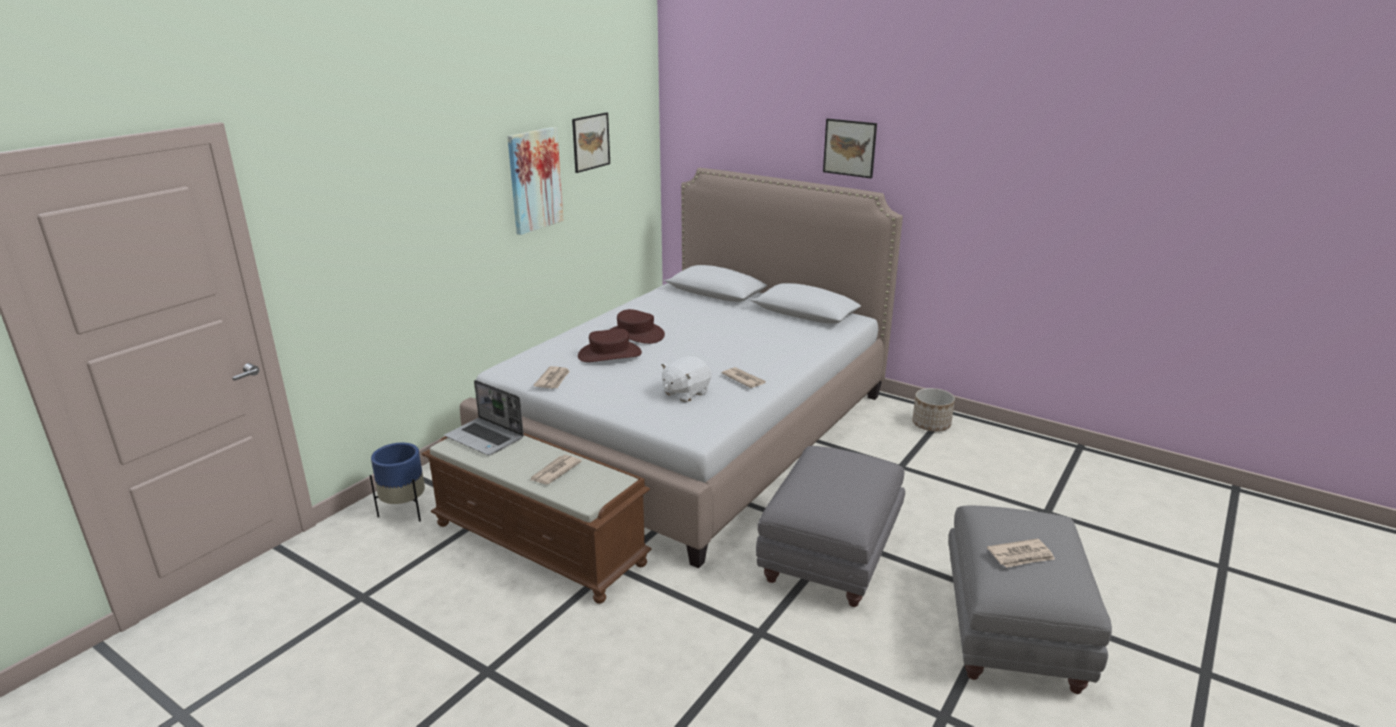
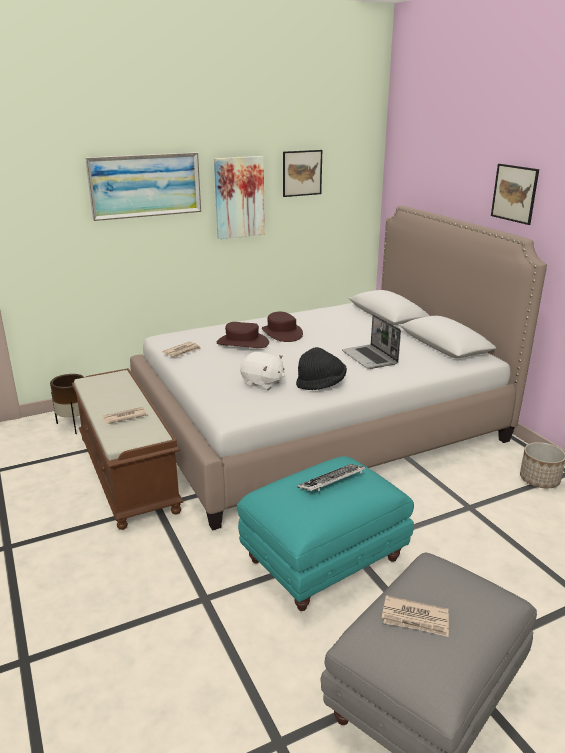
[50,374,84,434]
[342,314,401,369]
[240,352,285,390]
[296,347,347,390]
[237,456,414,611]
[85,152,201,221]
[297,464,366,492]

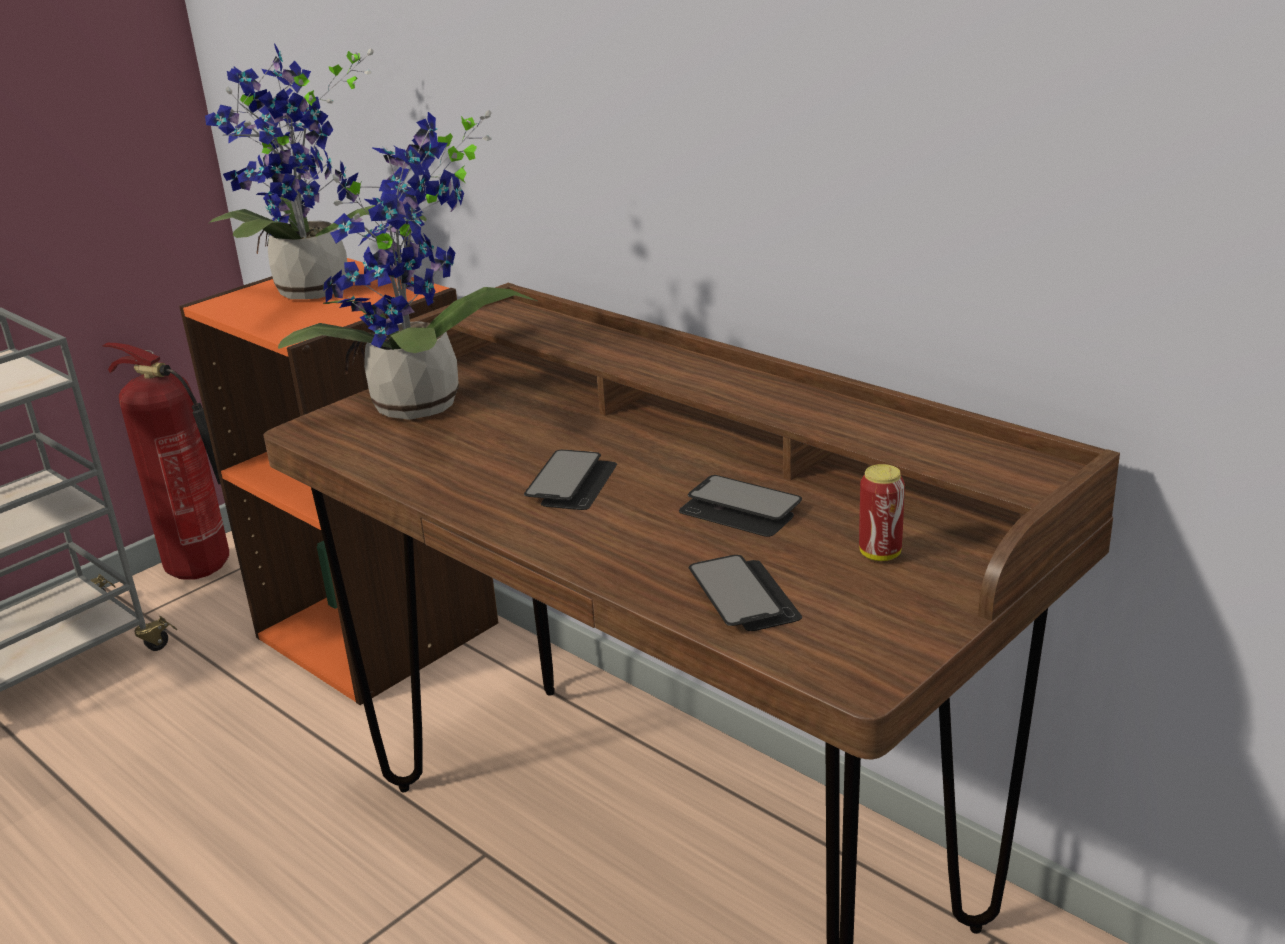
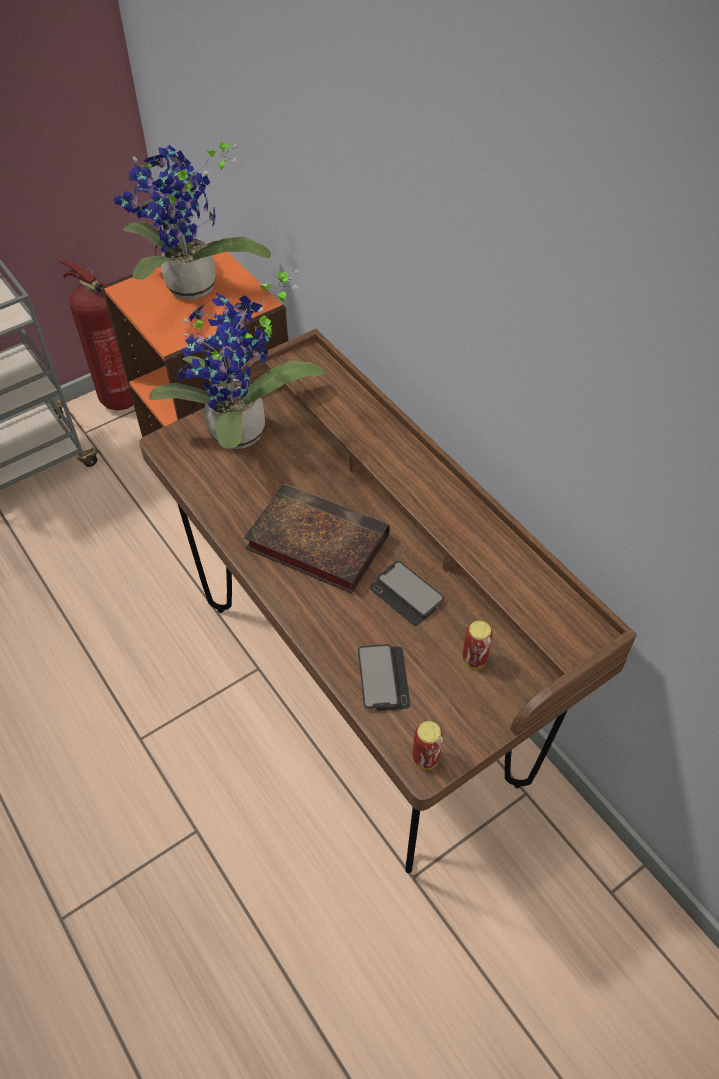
[244,483,390,593]
[412,721,443,770]

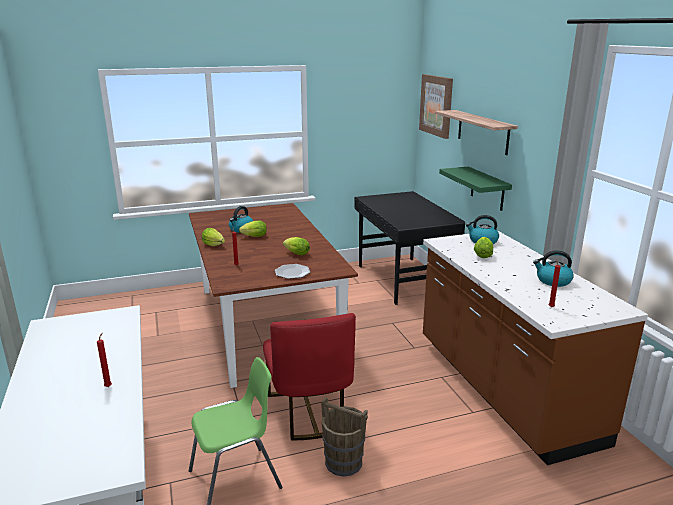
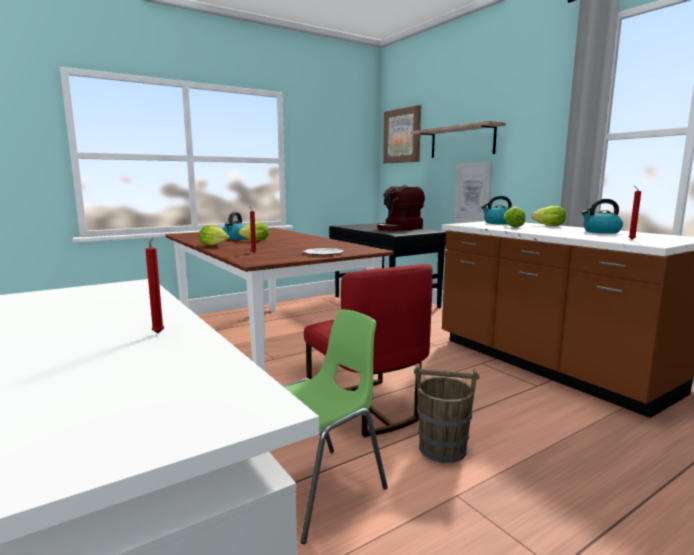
[531,206,566,226]
[454,162,492,223]
[377,185,425,231]

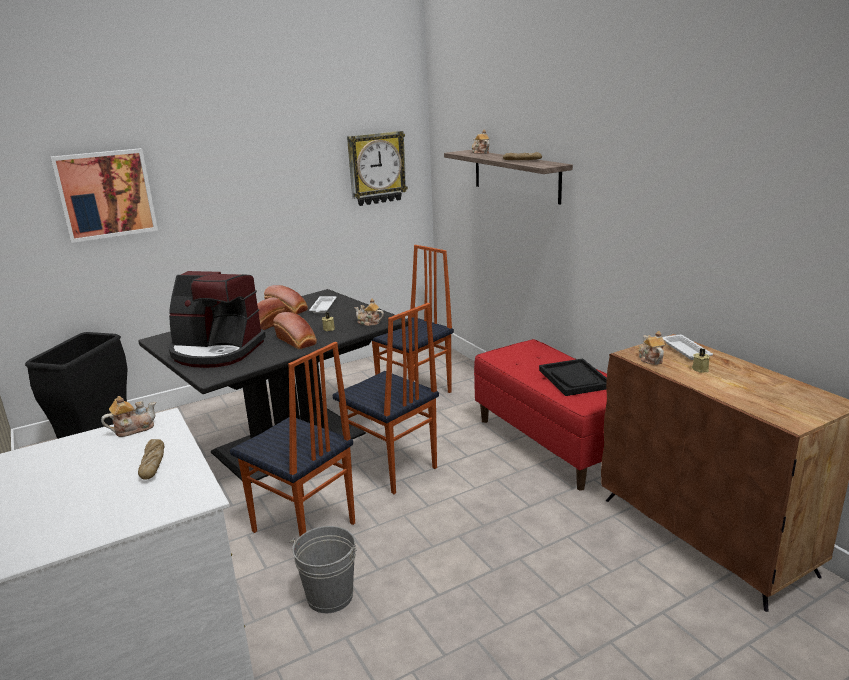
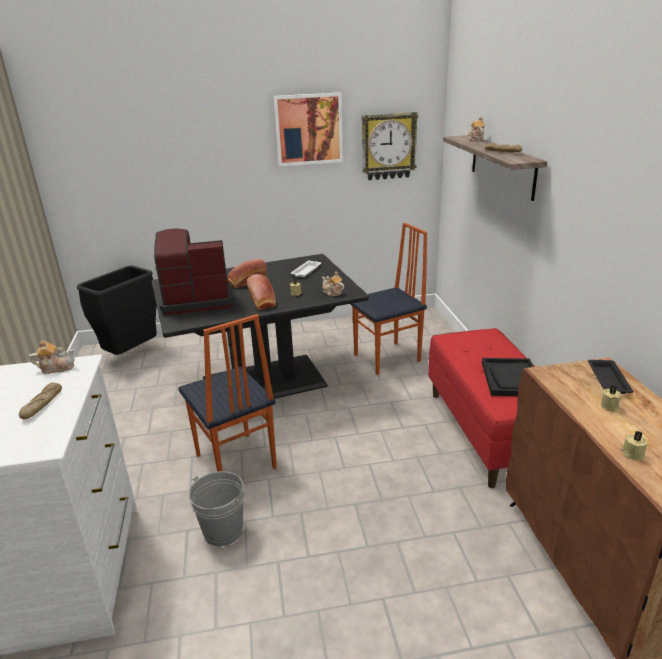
[274,92,343,166]
[154,228,234,315]
[264,285,308,315] (first image)
[333,303,439,494] (first image)
[639,331,665,365] (first image)
[588,360,633,394]
[621,431,648,460]

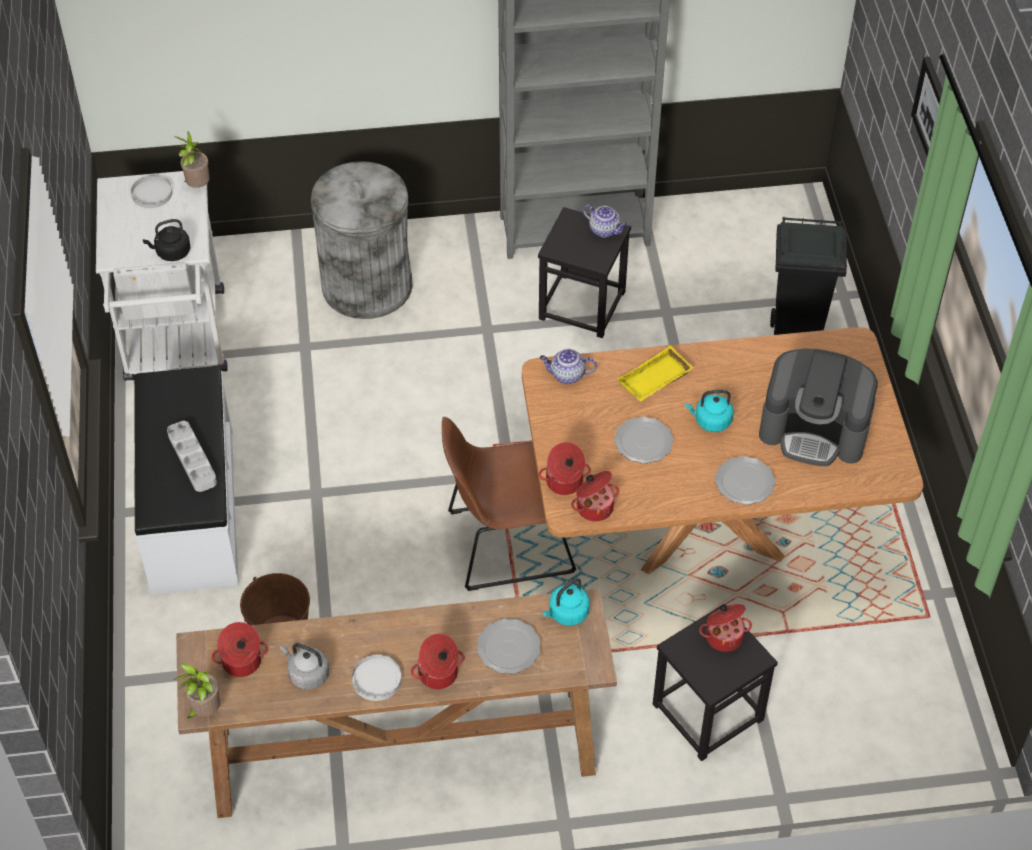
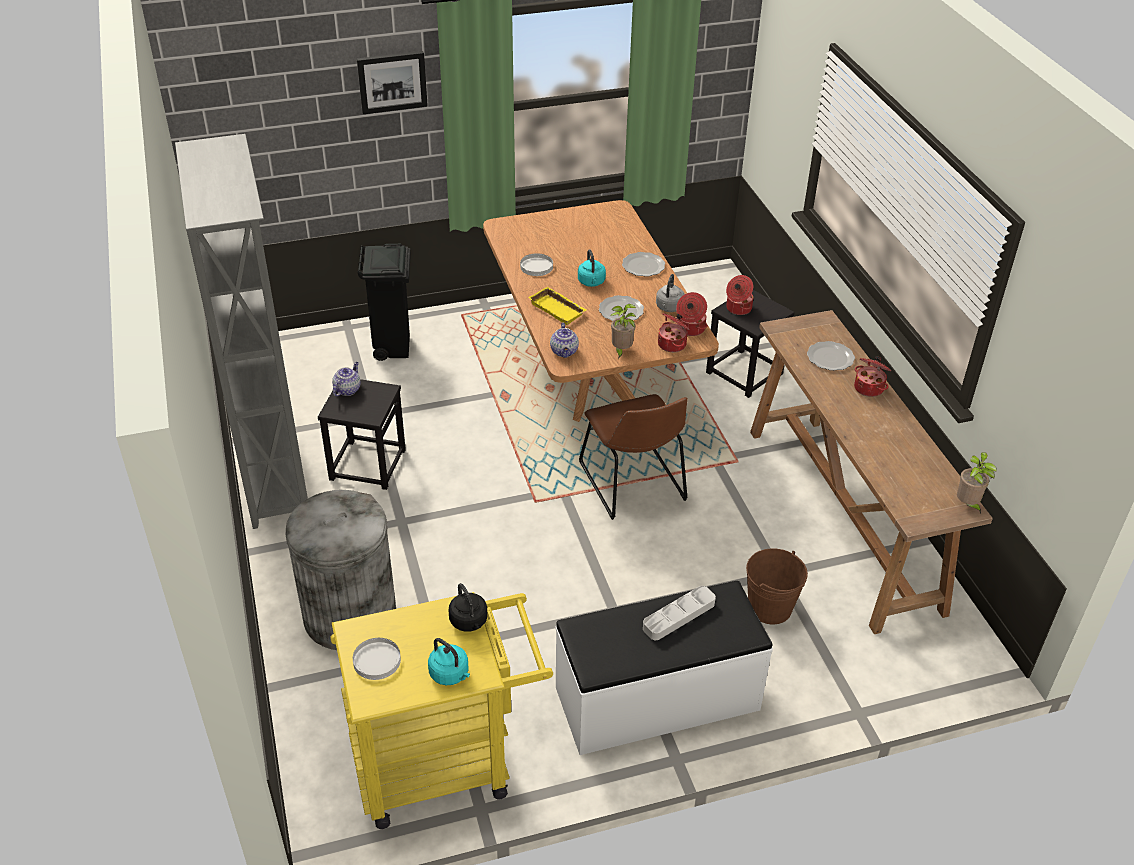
[330,592,553,829]
[611,304,637,359]
[212,622,268,677] (first image)
[656,274,685,312]
[520,253,553,276]
[428,638,470,685]
[759,349,878,466] (first image)

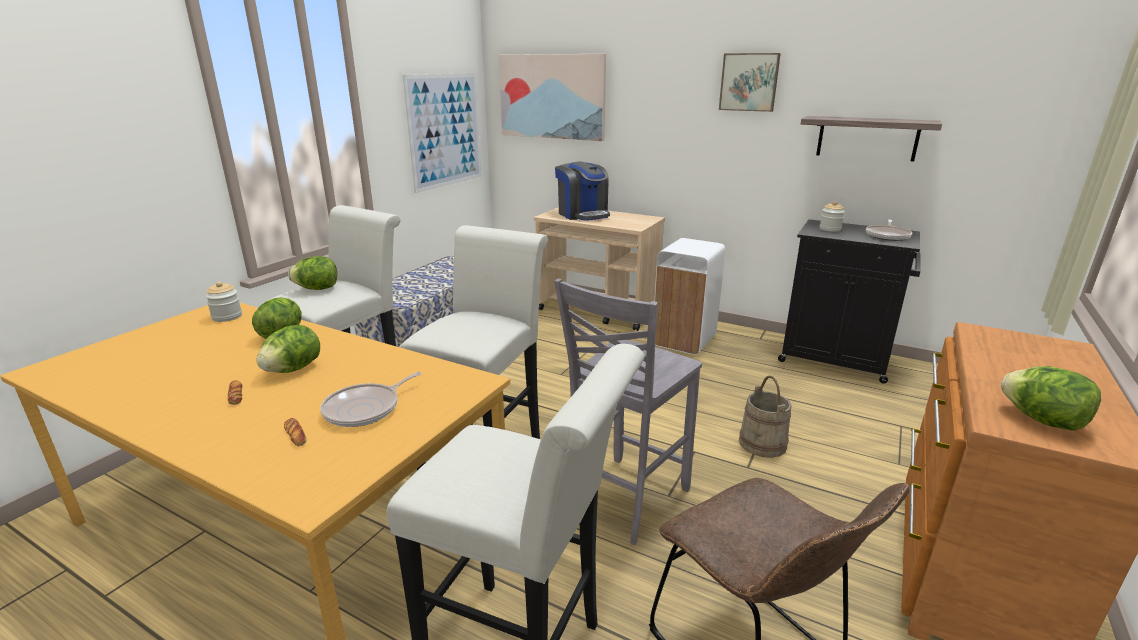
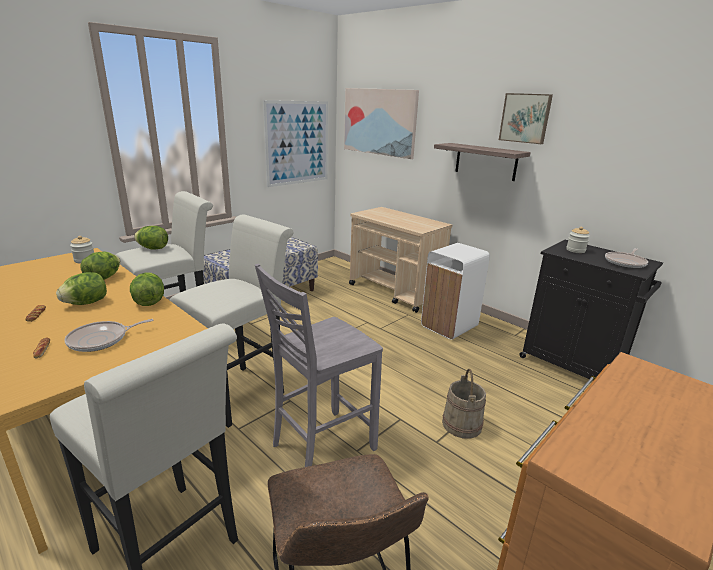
[555,161,610,221] (first image)
[434,143,531,181]
[130,272,164,306]

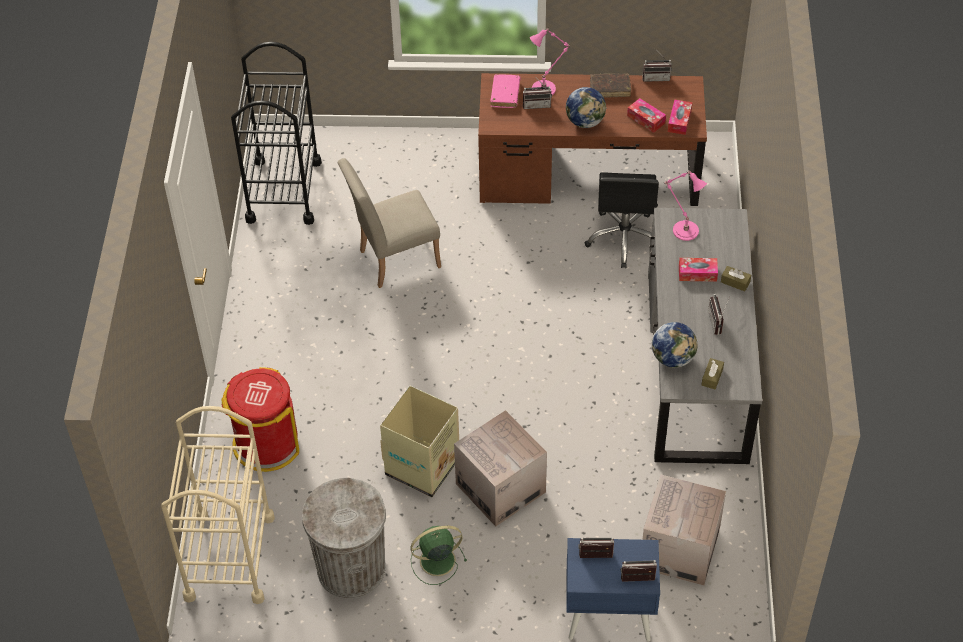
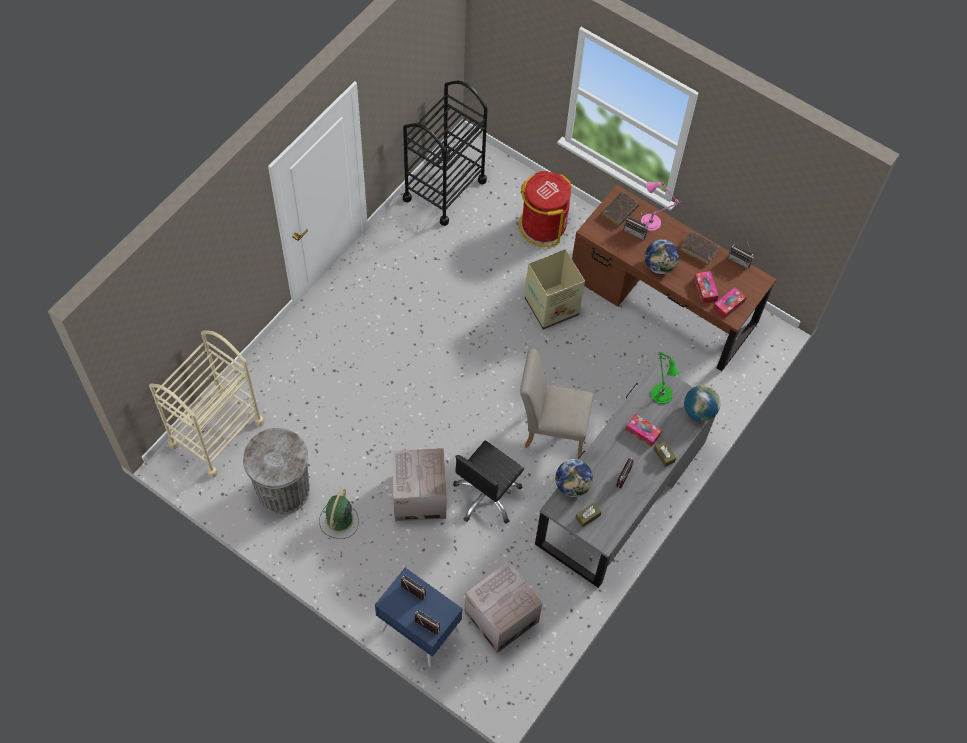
[519,171,572,247]
[520,349,593,458]
[525,249,585,330]
[319,488,359,539]
[602,192,639,226]
[453,440,524,524]
[651,352,680,404]
[684,385,721,421]

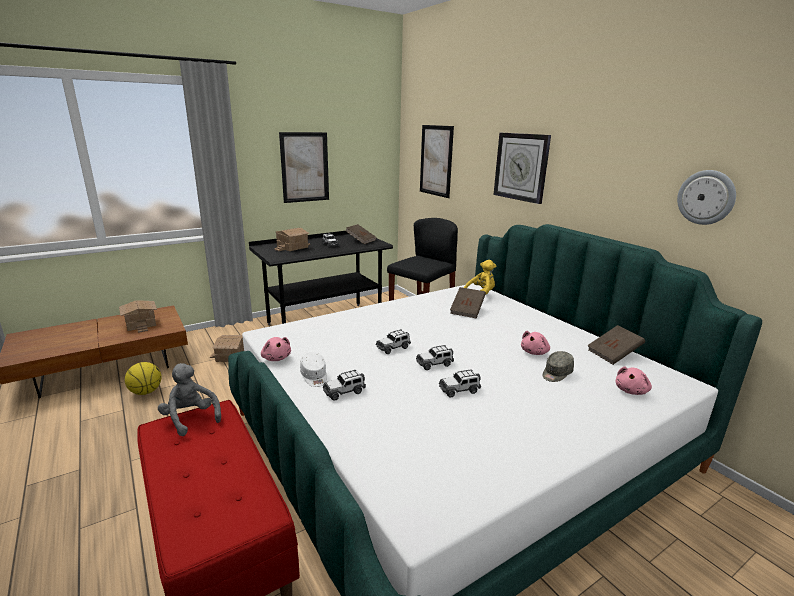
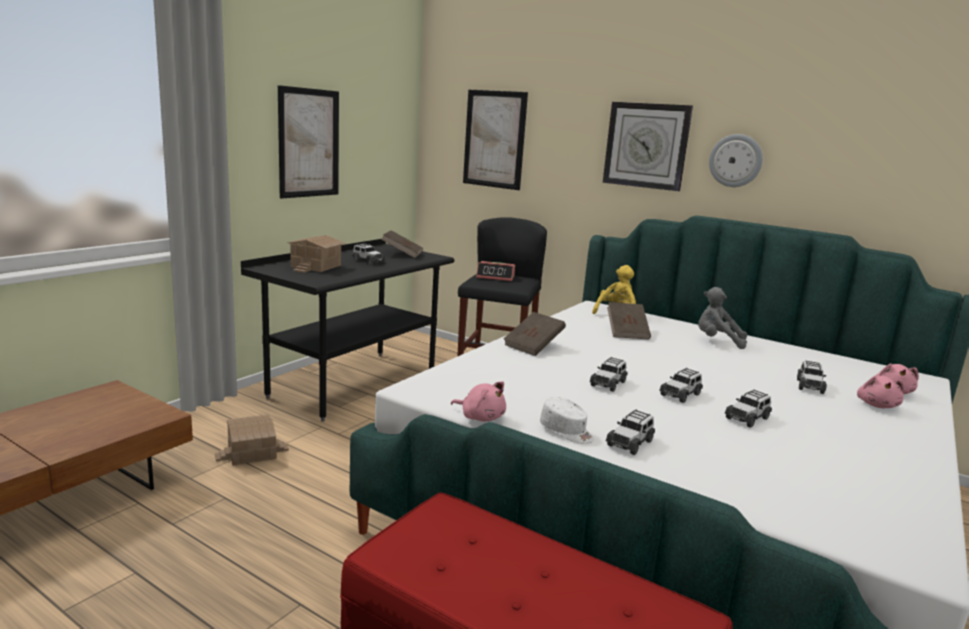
[119,300,157,333] (first image)
[125,362,162,395] (first image)
[698,287,747,349]
[857,375,905,408]
[797,360,827,394]
[504,312,566,356]
[709,134,763,187]
[476,261,515,281]

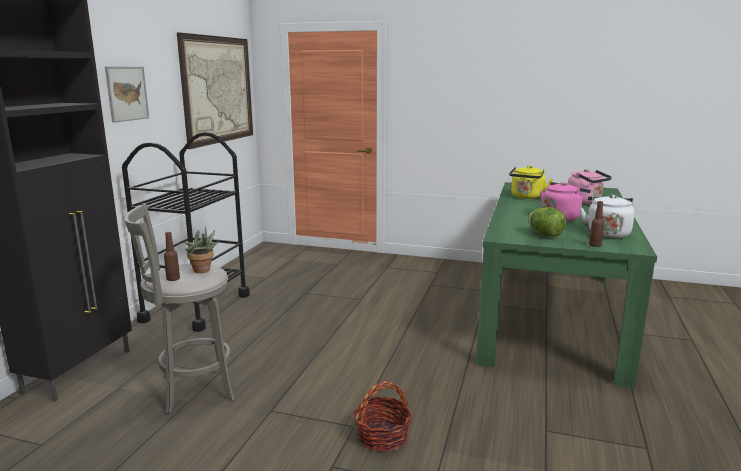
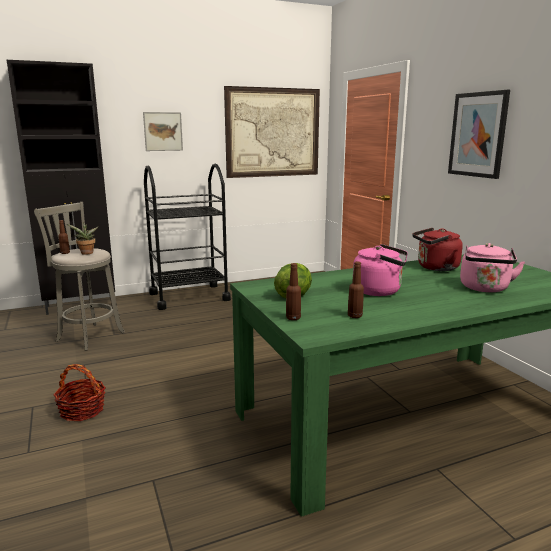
[412,228,463,271]
[348,262,364,318]
[448,90,510,179]

